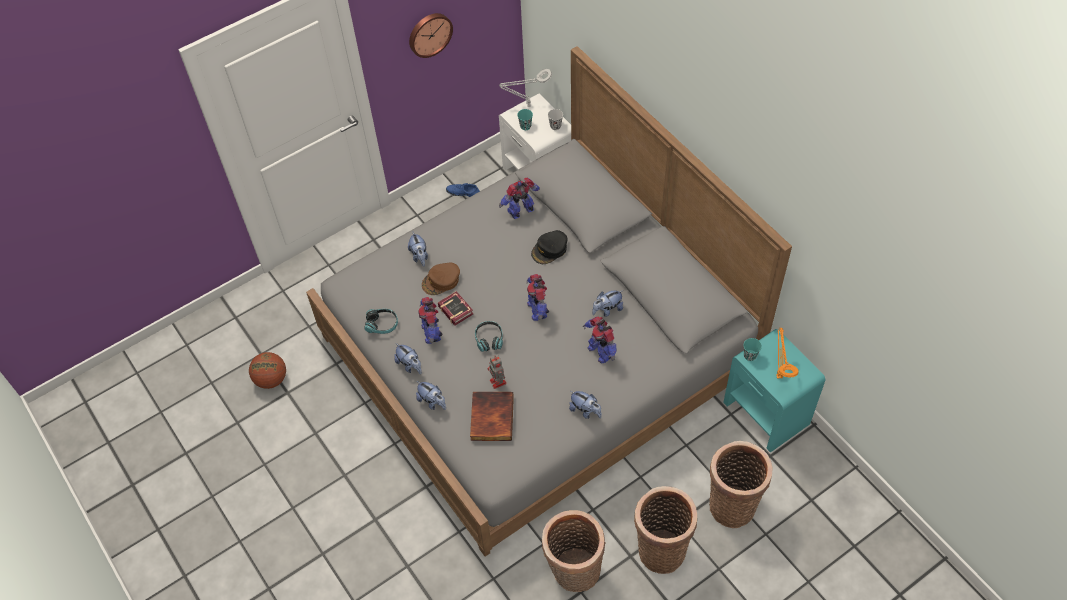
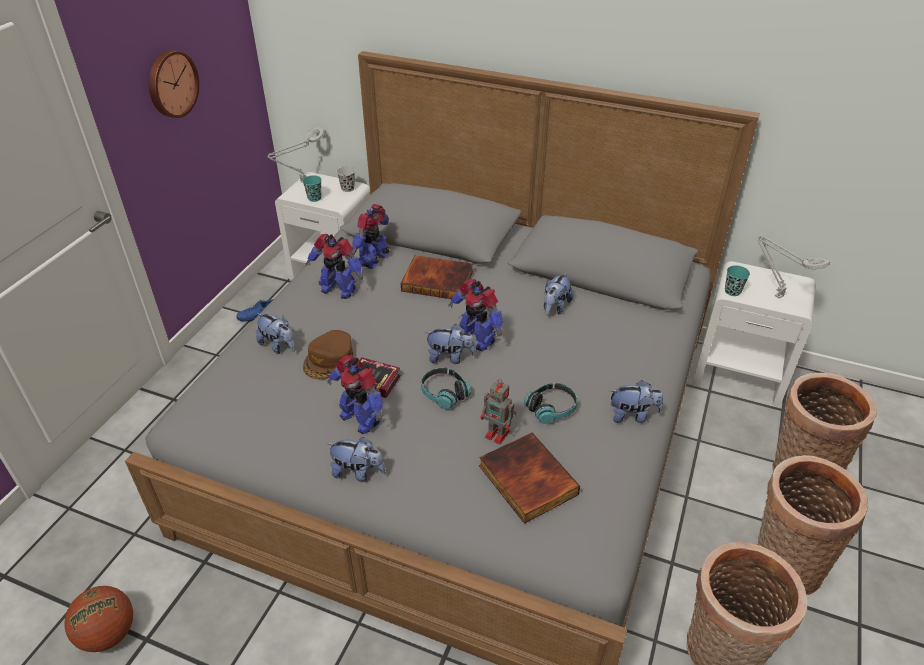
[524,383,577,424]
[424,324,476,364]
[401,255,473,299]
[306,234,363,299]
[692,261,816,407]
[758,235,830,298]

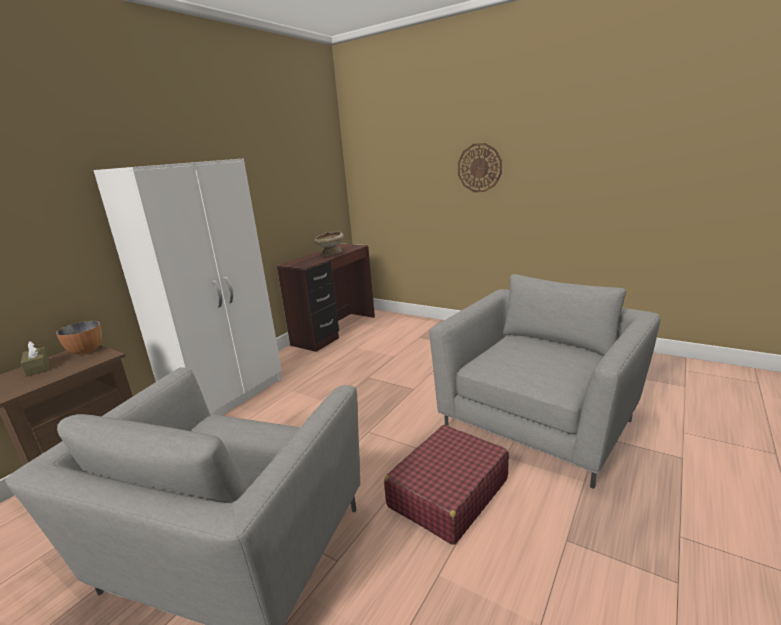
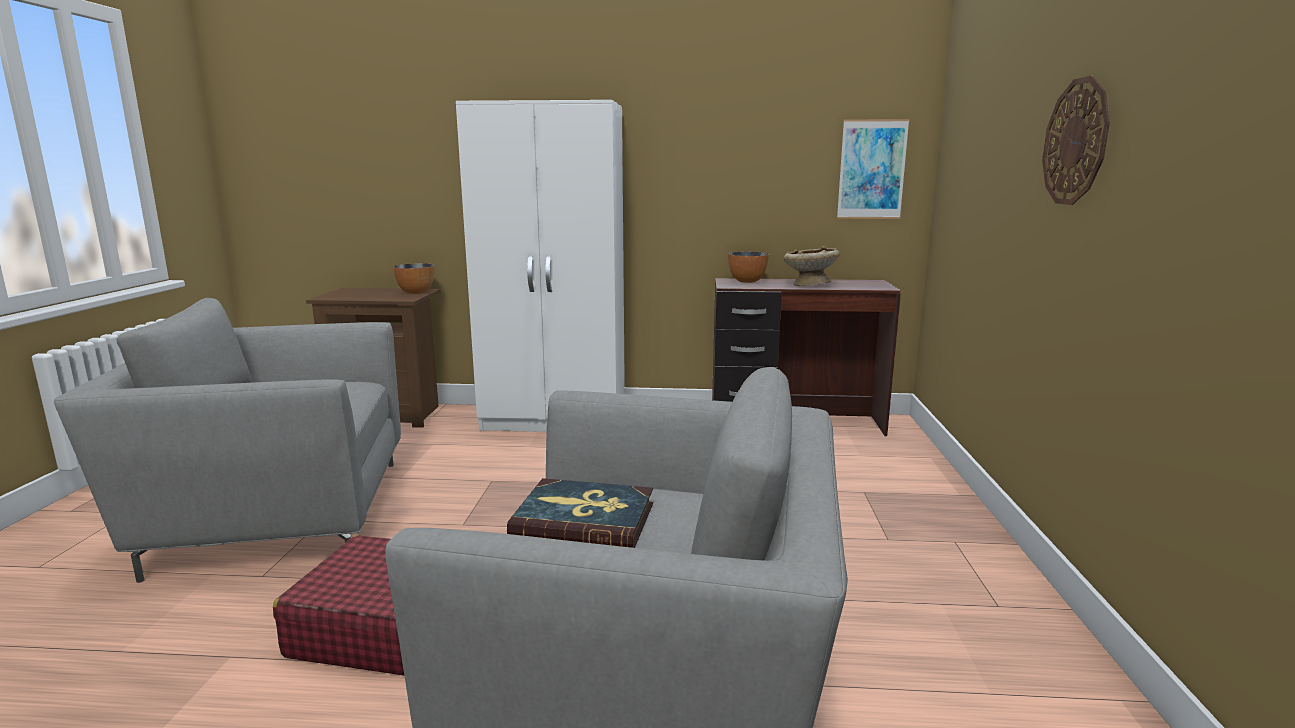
[21,341,49,377] (first image)
[507,478,653,548]
[728,252,769,283]
[837,119,909,219]

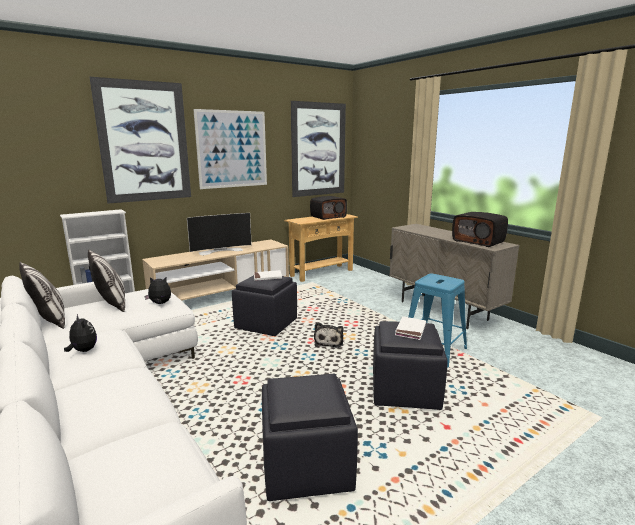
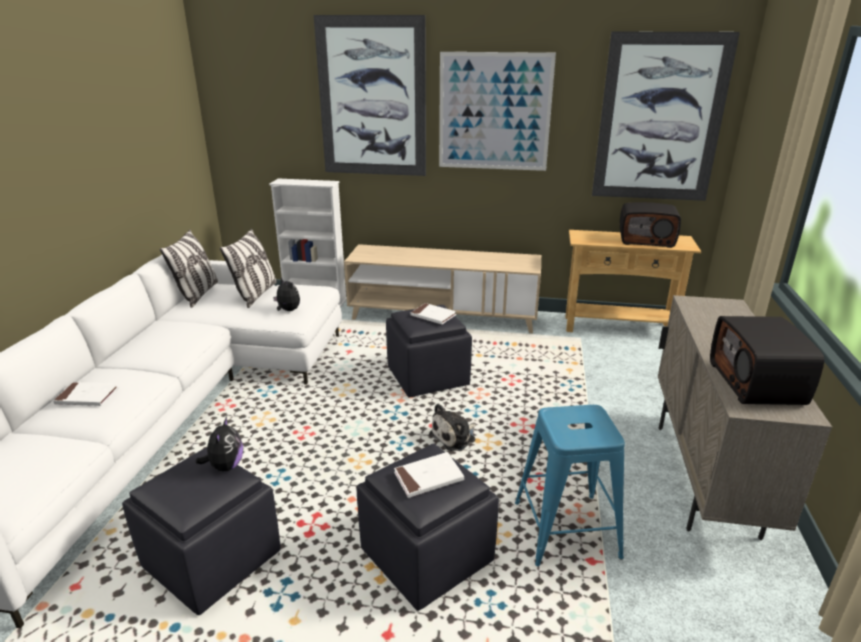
[196,416,243,471]
[187,213,252,255] (first image)
[53,382,119,406]

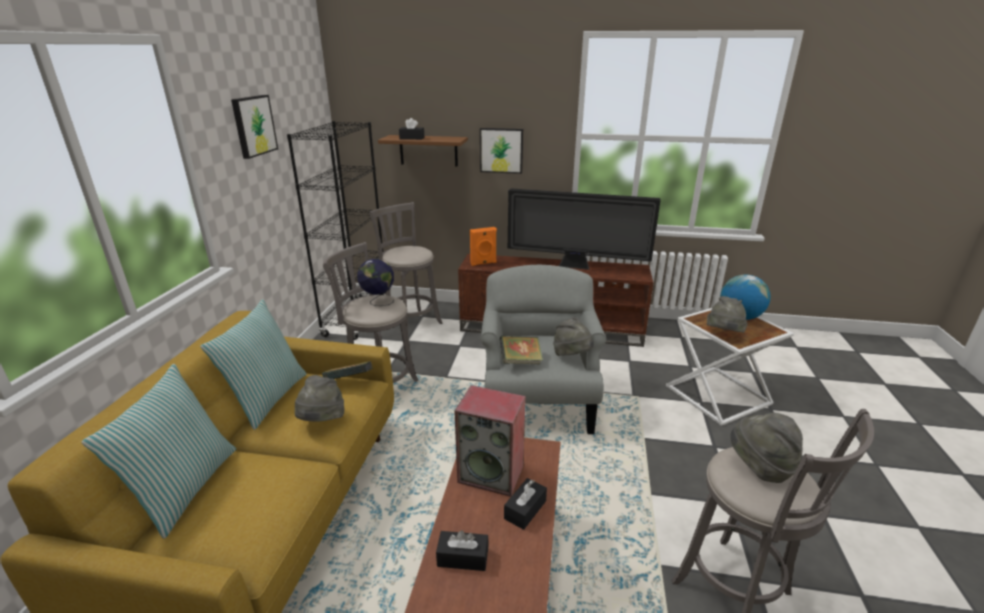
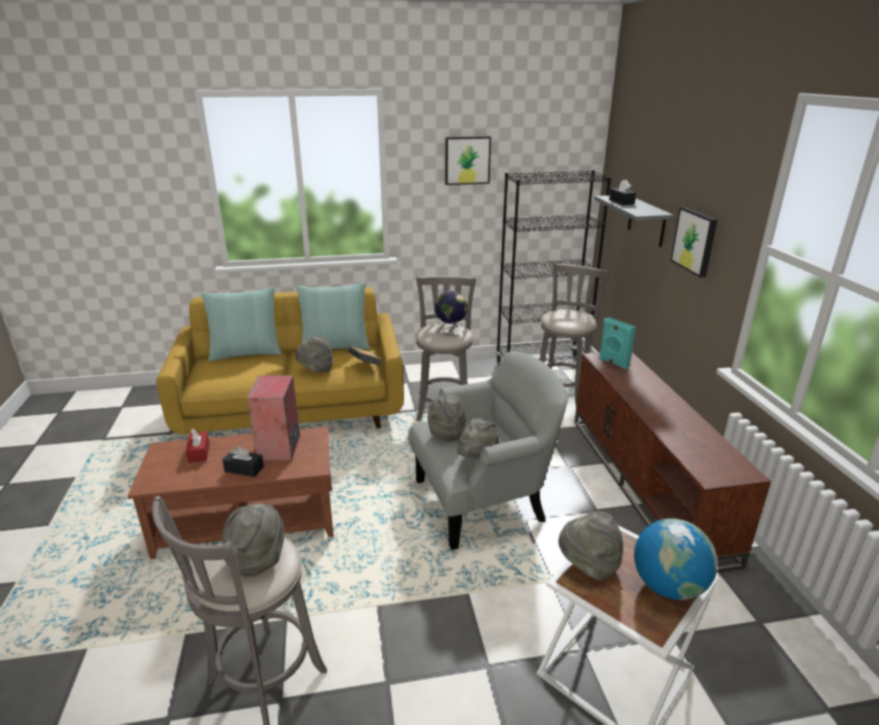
[594,195,674,247]
[186,429,210,463]
[599,317,636,369]
[428,395,467,441]
[508,188,661,270] (first image)

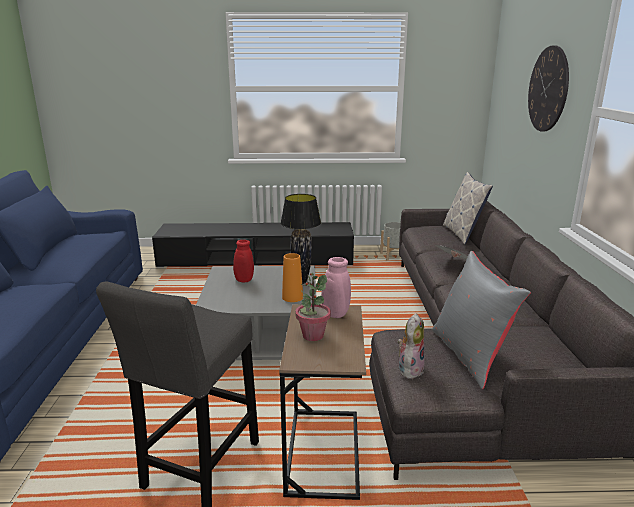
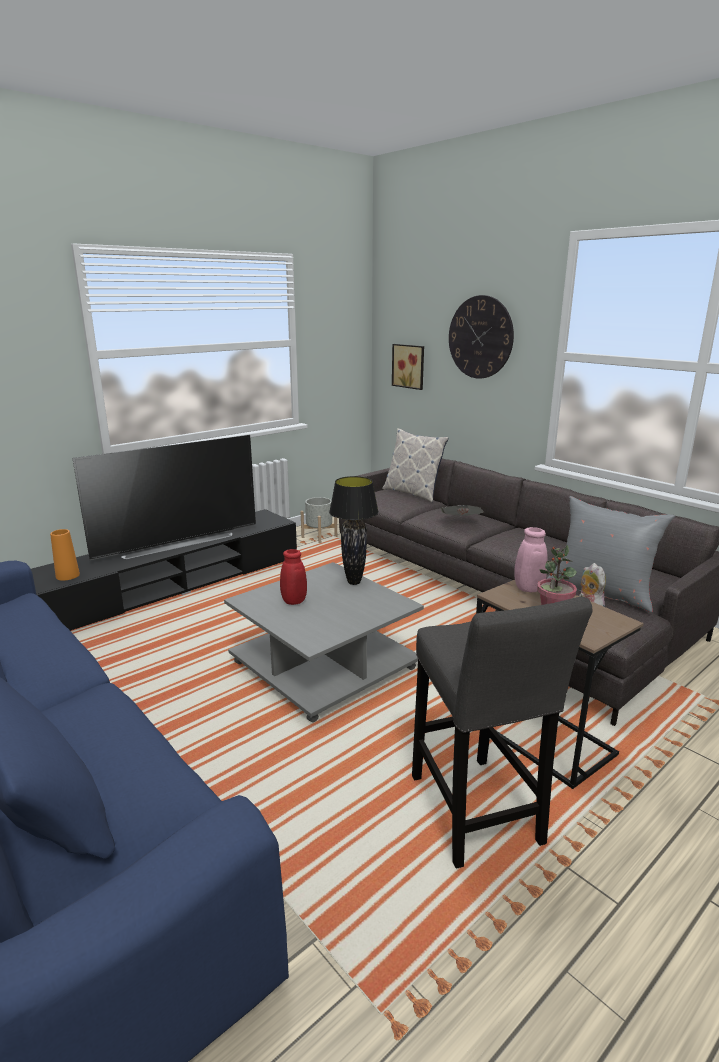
[50,529,80,581]
[72,435,256,560]
[392,344,424,390]

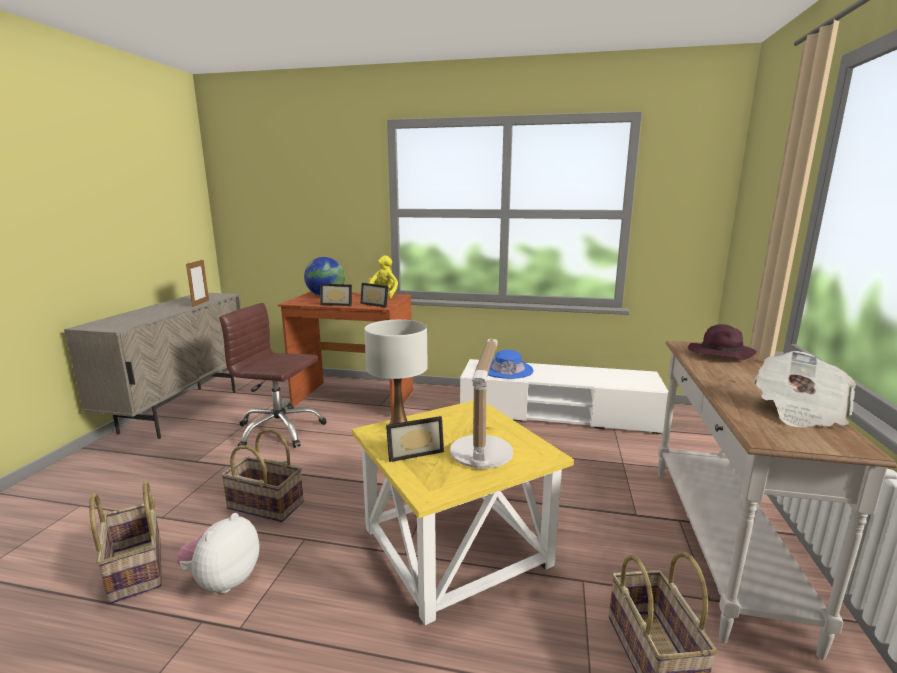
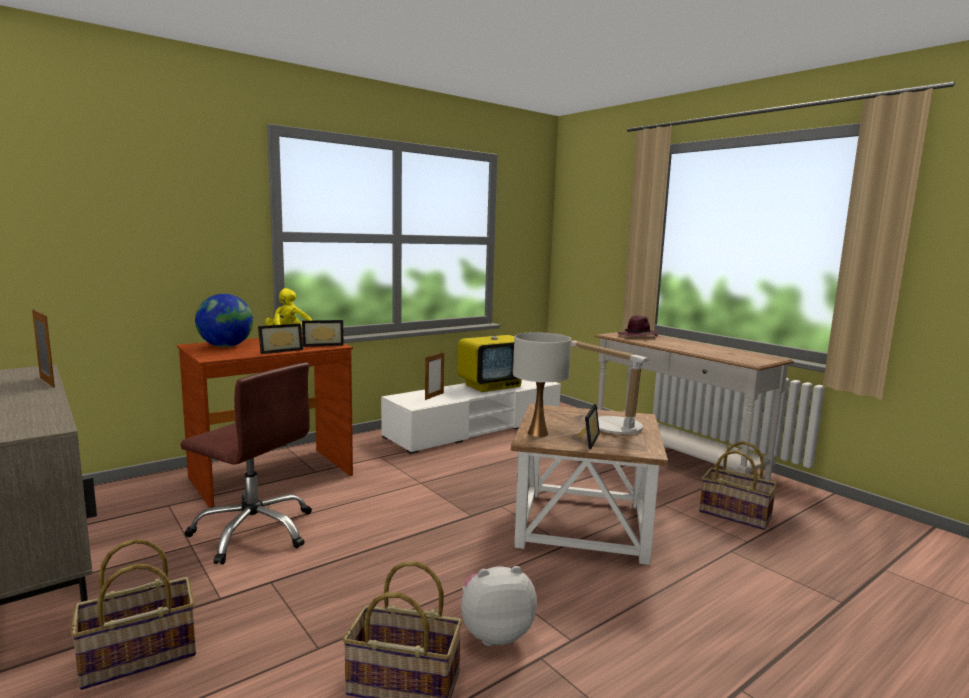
[461,566,537,646]
[180,363,312,565]
[71,539,196,690]
[511,404,668,565]
[425,352,444,400]
[754,351,856,427] (first image)
[457,310,522,392]

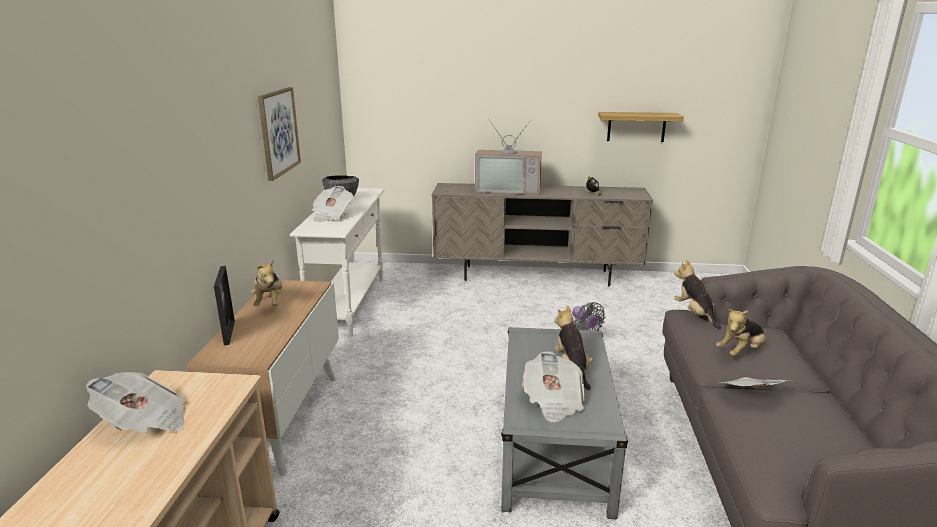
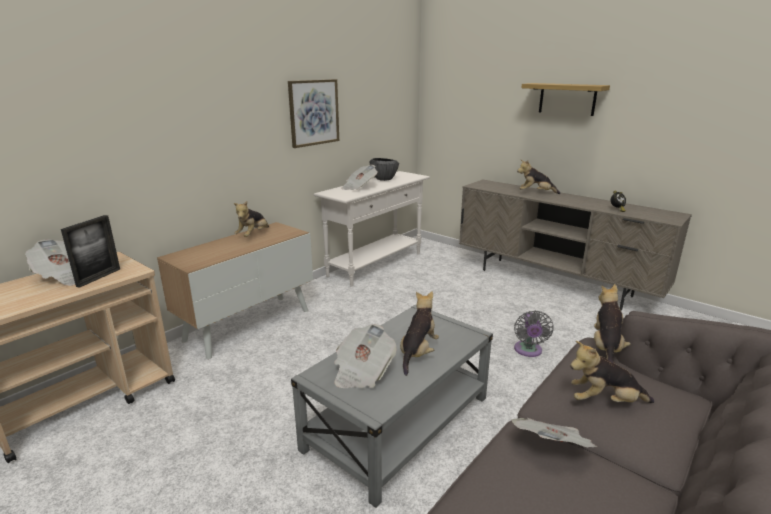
[61,215,120,288]
[517,160,561,194]
[521,83,610,116]

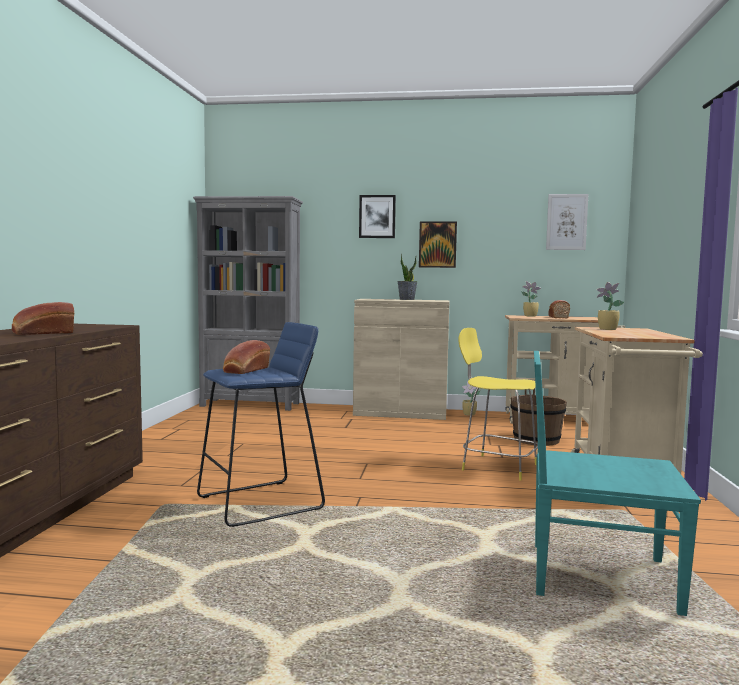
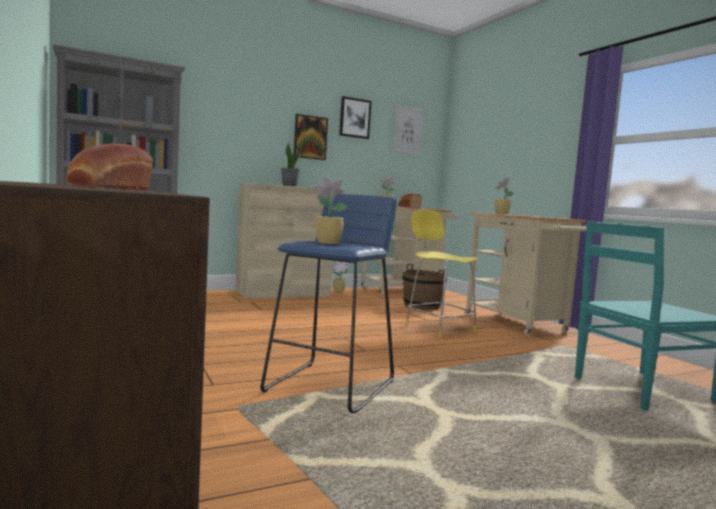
[312,177,349,244]
[339,96,372,139]
[406,210,478,337]

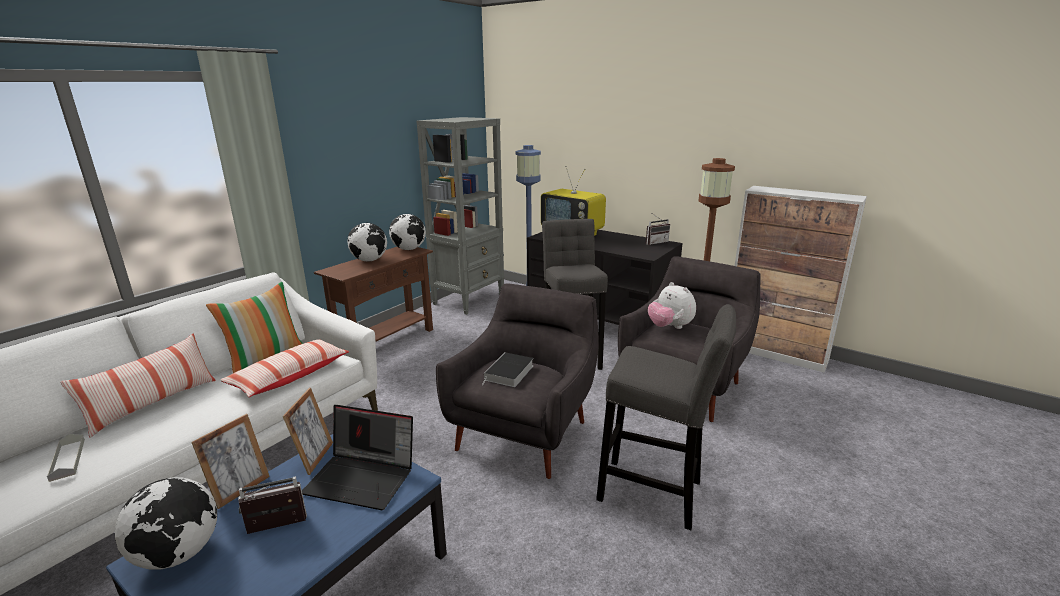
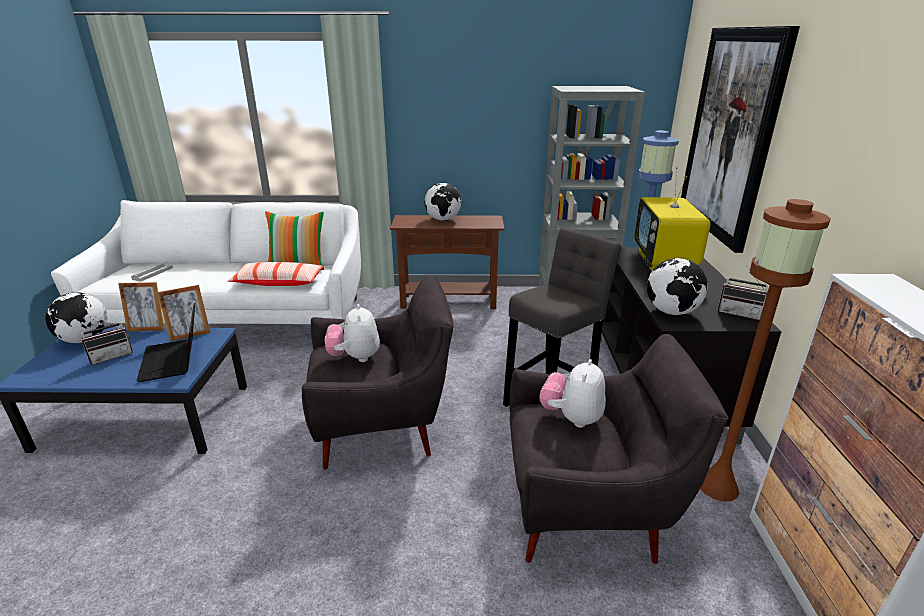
[60,334,216,438] (first image)
[81,315,133,365]
[647,258,708,315]
[325,304,380,362]
[596,304,736,530] (first image)
[681,26,800,253]

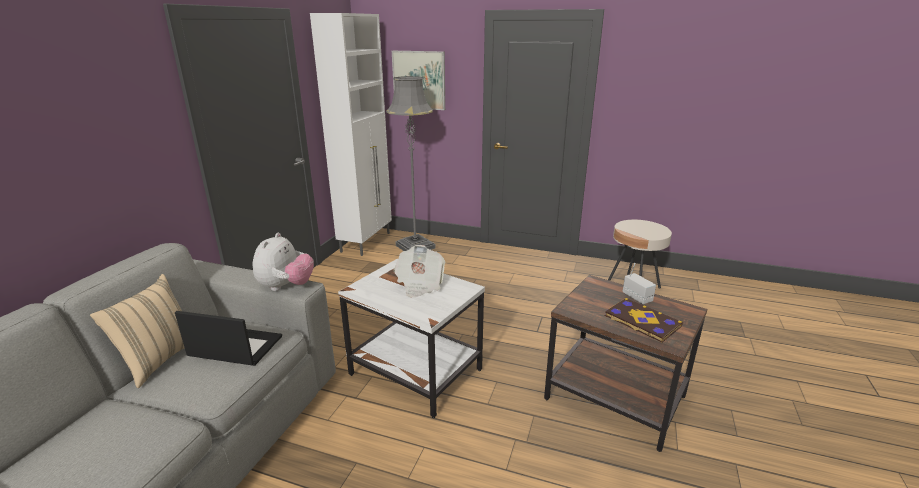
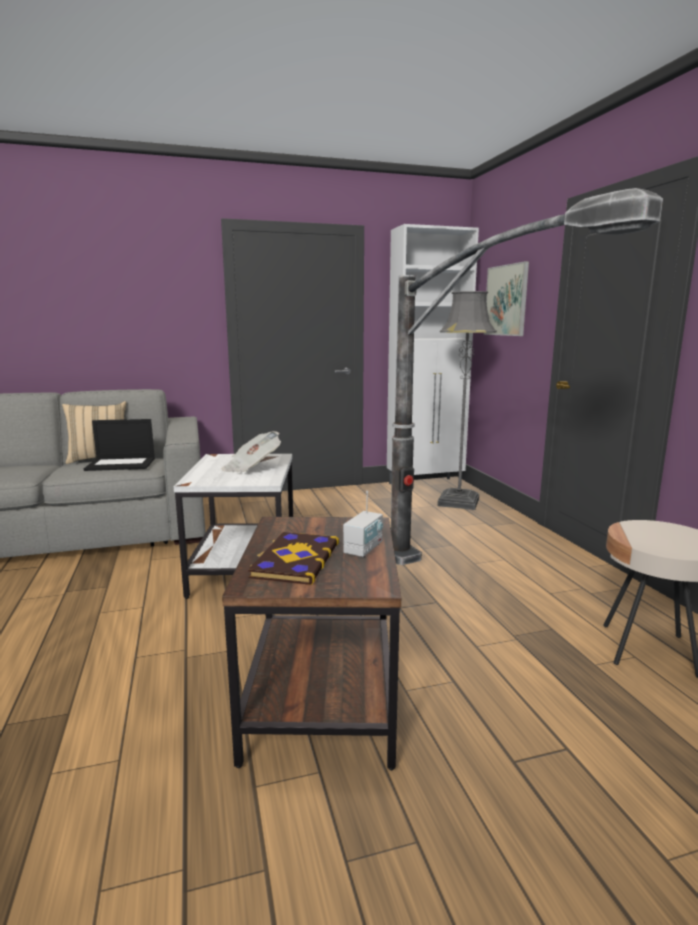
[84,419,155,471]
[253,233,314,291] (first image)
[391,188,663,565]

